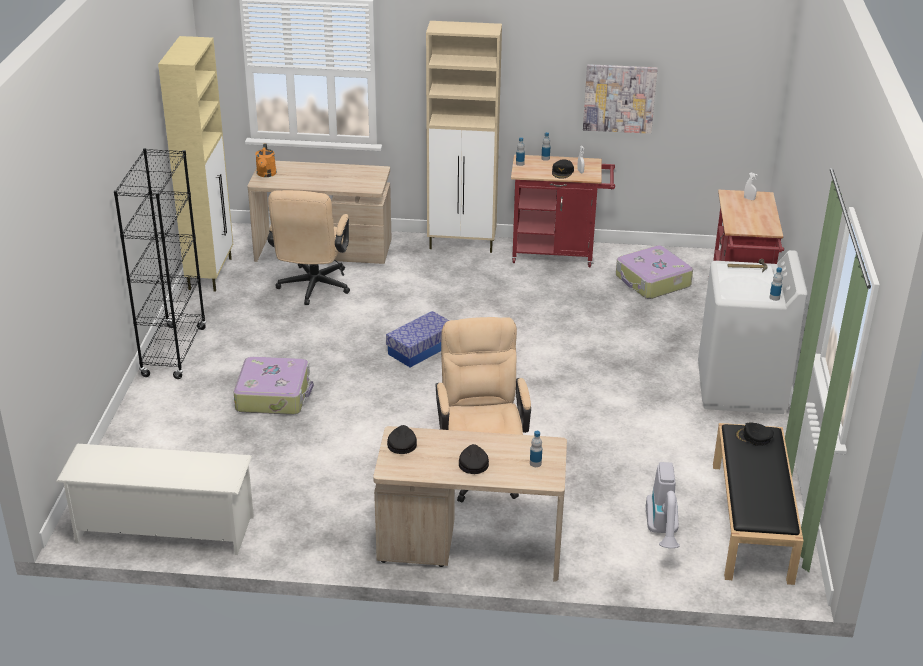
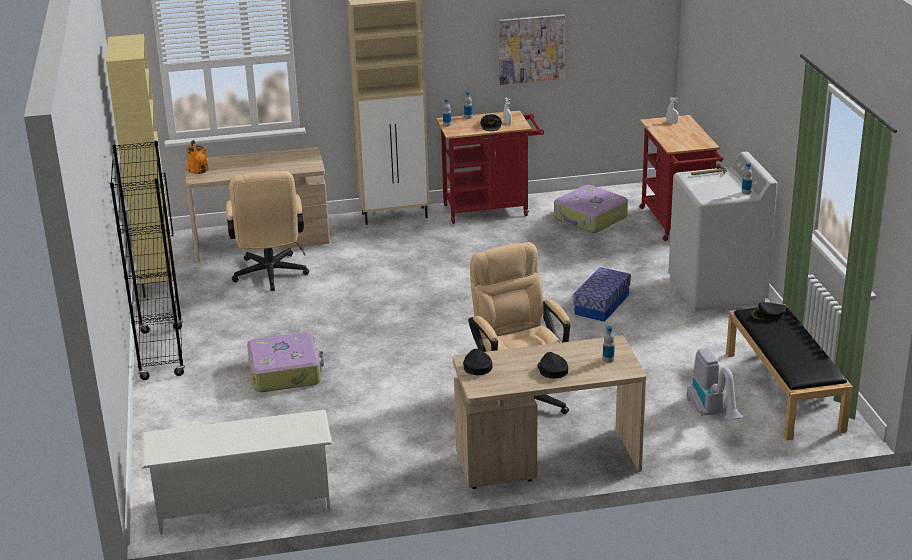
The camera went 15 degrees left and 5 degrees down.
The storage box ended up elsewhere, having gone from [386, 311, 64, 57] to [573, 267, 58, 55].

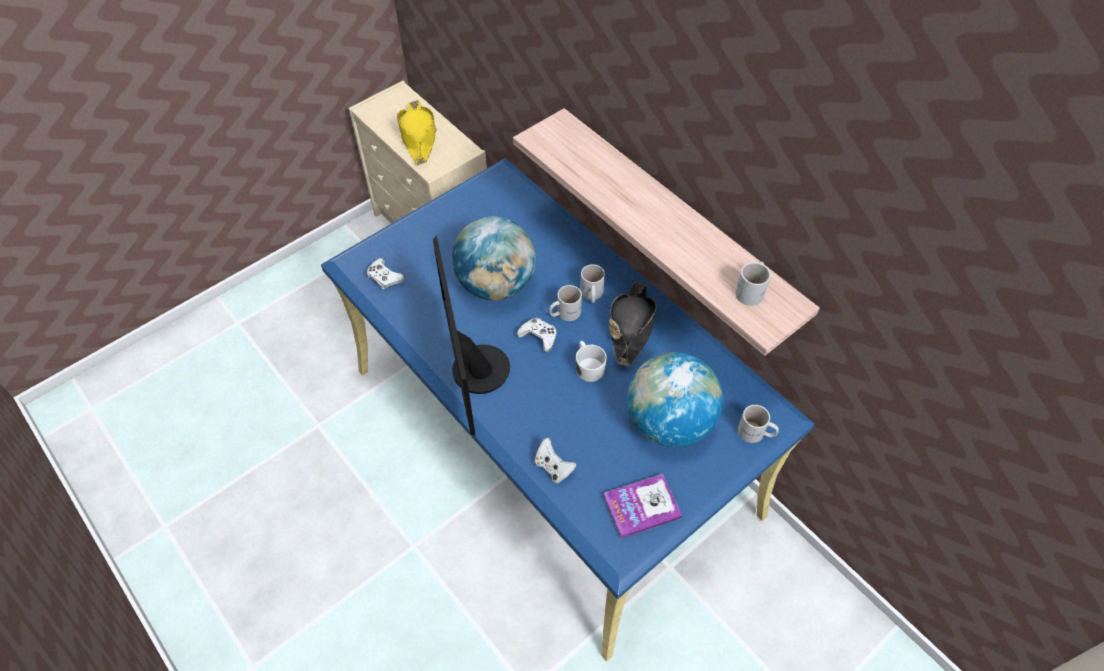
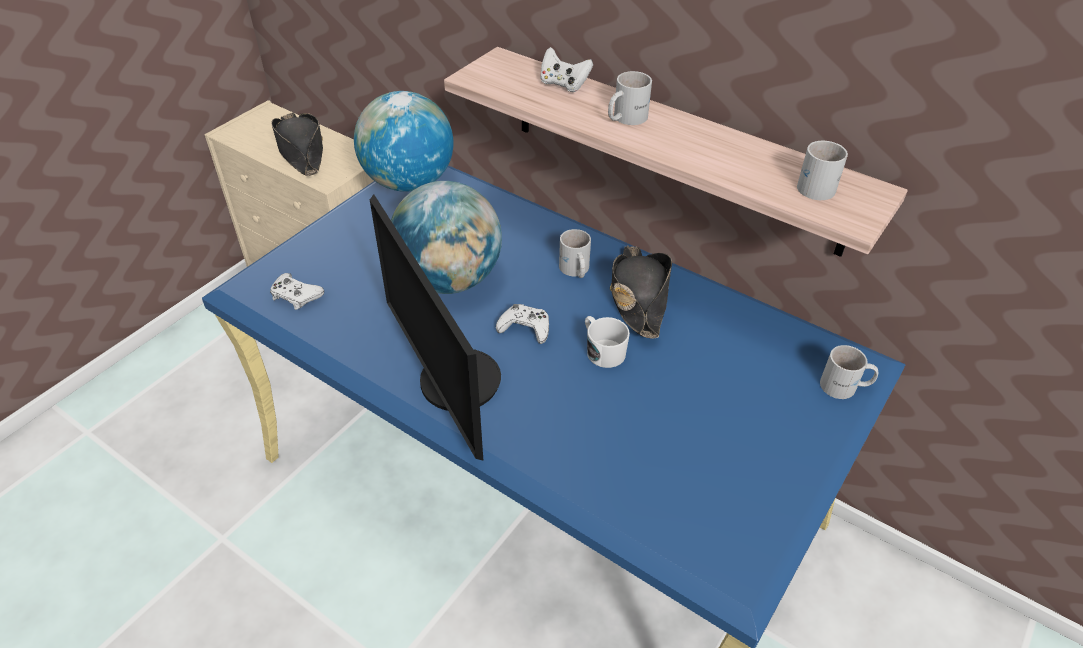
The camera went 15 degrees left and 10 degrees down.
What was the yellow hat at [397, 100, 39, 64] turned into the black hat at [271, 112, 52, 64].
The globe ended up elsewhere, having gone from [627, 352, 96, 95] to [354, 91, 99, 101].
The white game controller ended up elsewhere, having gone from [535, 438, 41, 45] to [540, 47, 53, 45].
The white mug ended up elsewhere, having gone from [549, 285, 33, 36] to [608, 71, 44, 54].
The second view lost the book at [604, 474, 78, 64].

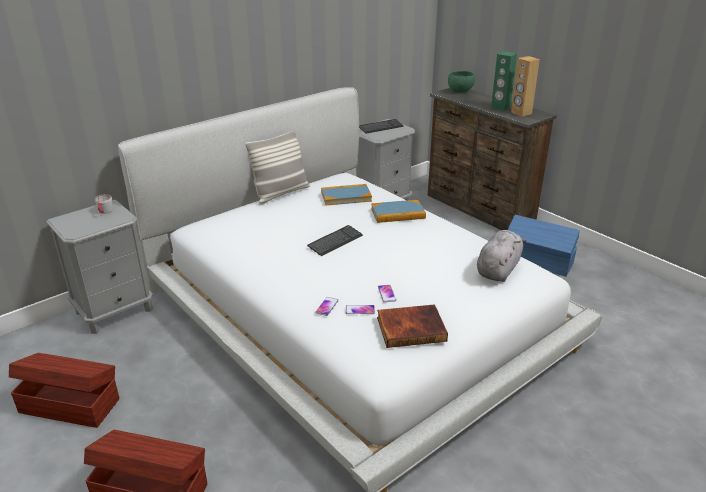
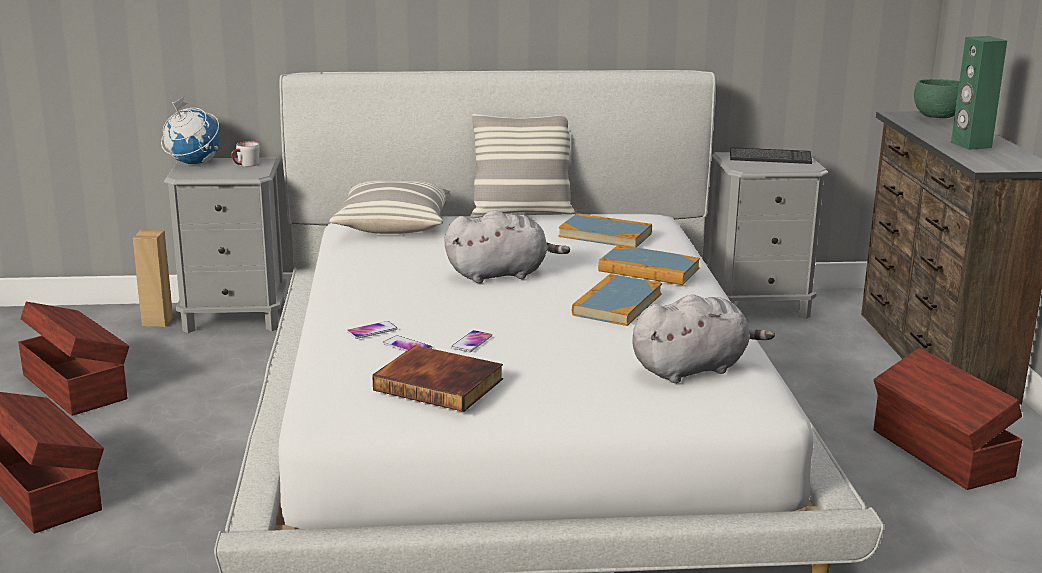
The camera went 35 degrees right and 10 degrees down.
The brown speaker ended up elsewhere, having gone from [511, 56, 29, 61] to [132, 230, 41, 97].
The second view gained the globe at [161, 97, 59, 67].
The second view gained the pillow at [329, 180, 121, 54].
Where the keyboard stood at [307, 225, 56, 31], the grey plush toy came to stand at [444, 210, 126, 73].
The second view gained the book at [572, 274, 90, 52].
What was the blue storage box at [508, 215, 71, 62] turned into the brown storage box at [874, 348, 148, 142].

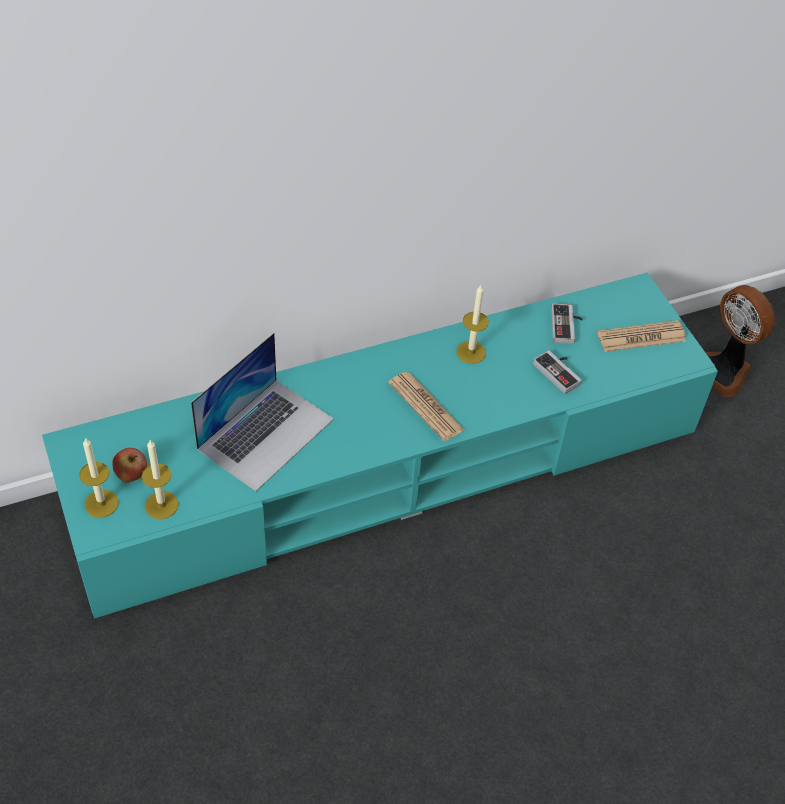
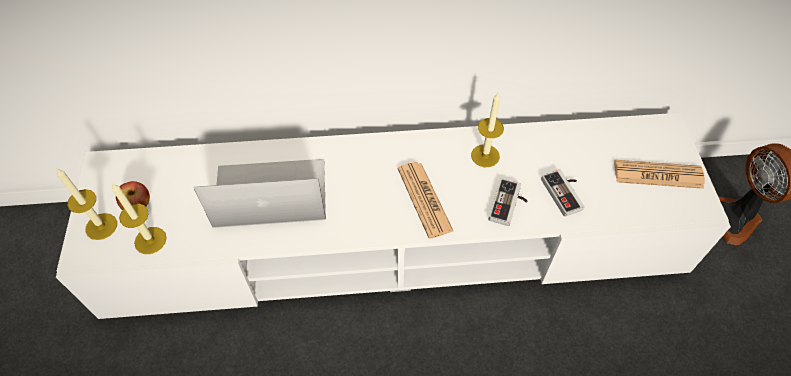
The camera went 20 degrees right and 5 degrees up.
What was the turquoise tv stand at [42, 273, 676, 346] turned into the white tv stand at [56, 113, 675, 206].
The laptop at [191, 333, 143, 158] ended up facing another way, 150 degrees counterclockwise from before.
The game controller ended up elsewhere, having gone from [551, 304, 32, 40] to [489, 178, 39, 48].

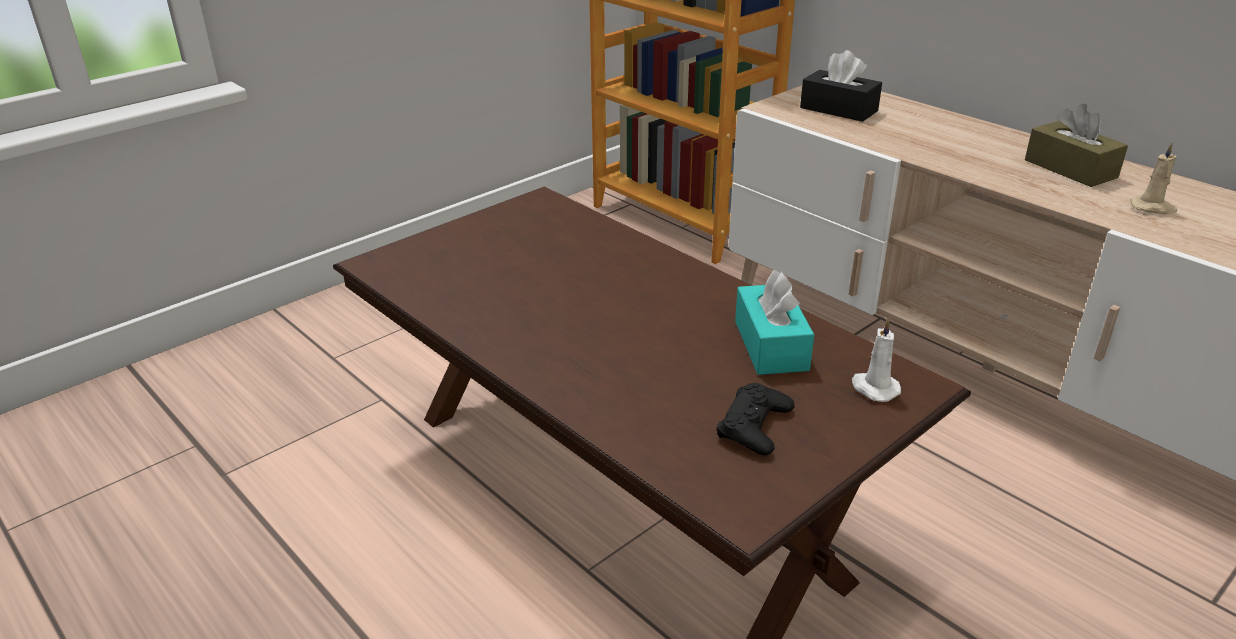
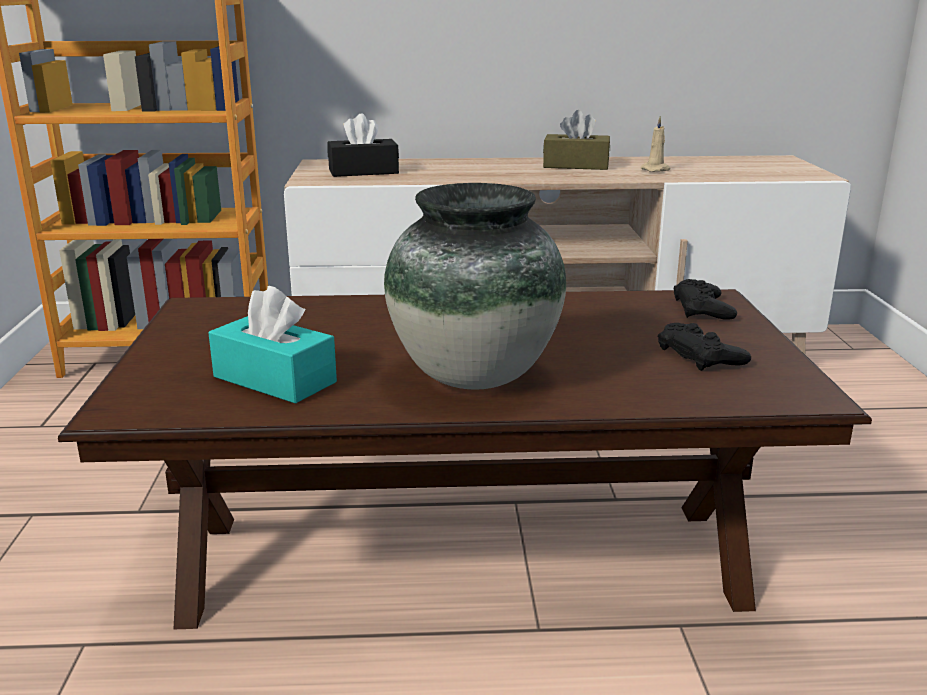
The camera went 50 degrees left and 10 degrees down.
The turquoise tissue box ended up elsewhere, having gone from [735, 270, 79, 105] to [208, 286, 129, 118].
The second view gained the vase at [384, 183, 182, 207].
Where the white candle stood at [852, 318, 49, 84], the black game controller came to stand at [674, 279, 63, 41].

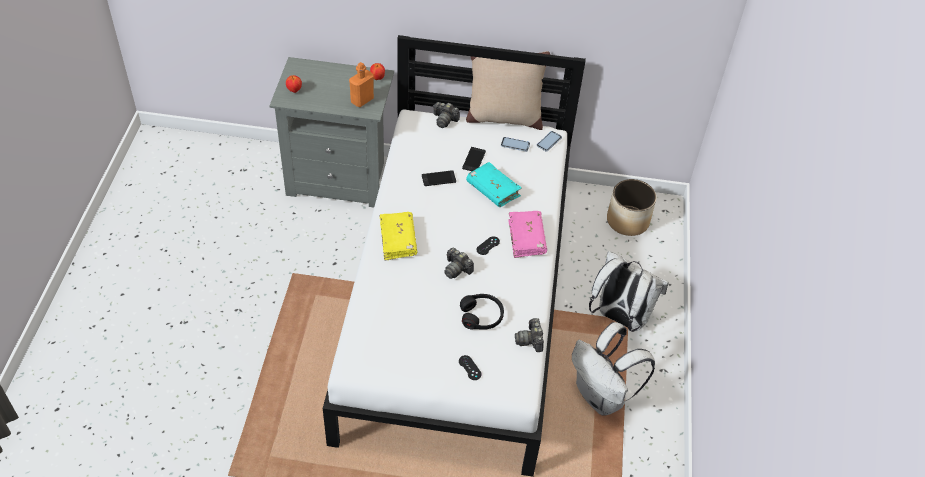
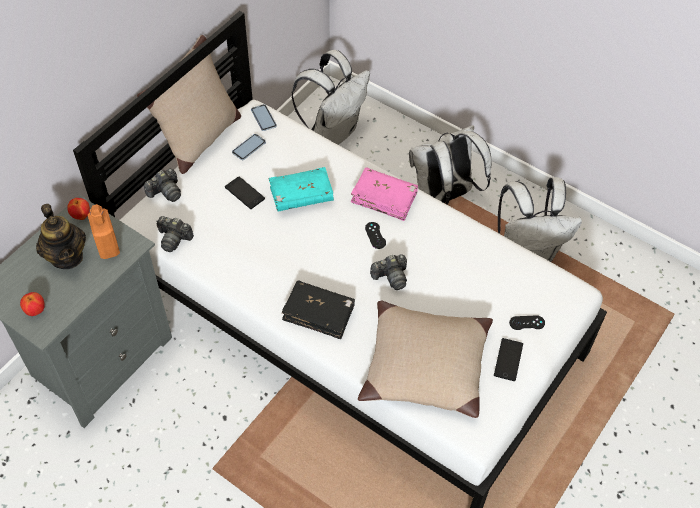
The camera went 60 degrees left and 5 degrees up.
The second view gained the teapot at [36, 204, 50, 65].
The photo camera ended up elsewhere, having gone from [515, 318, 29, 34] to [157, 216, 37, 36].
What was the yellow book at [379, 212, 38, 49] turned into the black book at [282, 280, 73, 59].
Where the planter stood at [607, 179, 49, 57], the white backpack came to stand at [291, 50, 79, 95].
The second view gained the beige pillow at [358, 301, 135, 117].
The phone ended up elsewhere, having gone from [422, 170, 34, 16] to [494, 338, 29, 43].
The second view lost the black headphones at [460, 294, 44, 36].

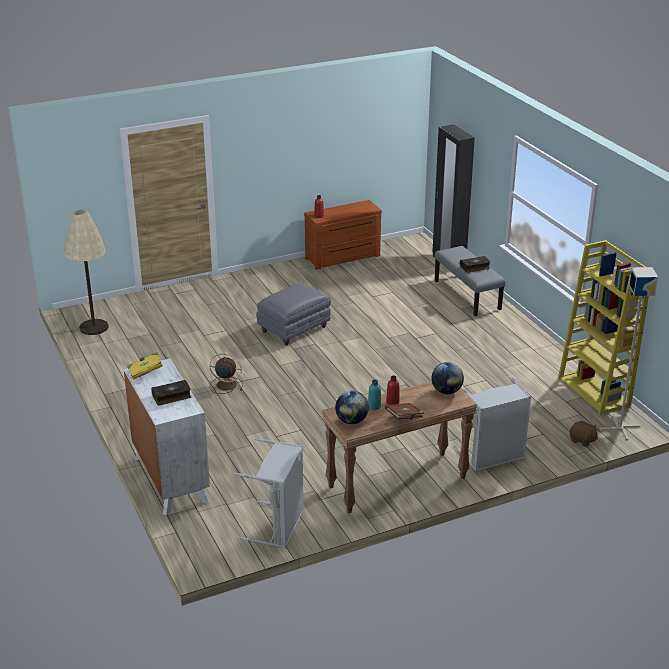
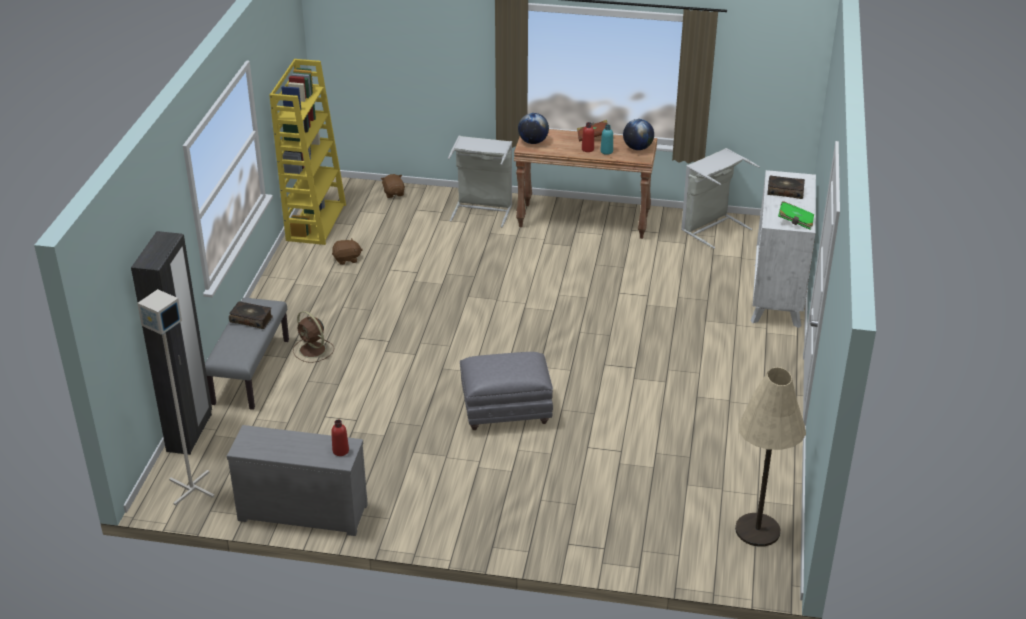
The camera went 145 degrees left and 5 degrees up.
The grey floor lamp ended up elsewhere, having gone from [600, 267, 58, 173] to [137, 289, 77, 217].
What was the brown dresser at [304, 200, 78, 70] turned into the grey dresser at [227, 425, 141, 111].
The brown fan ended up elsewhere, having gone from [210, 353, 33, 41] to [293, 311, 41, 52].
The second view gained the brown plush toy at [332, 238, 31, 27].
What was the yellow book at [127, 352, 36, 28] turned into the green book at [778, 201, 36, 29].

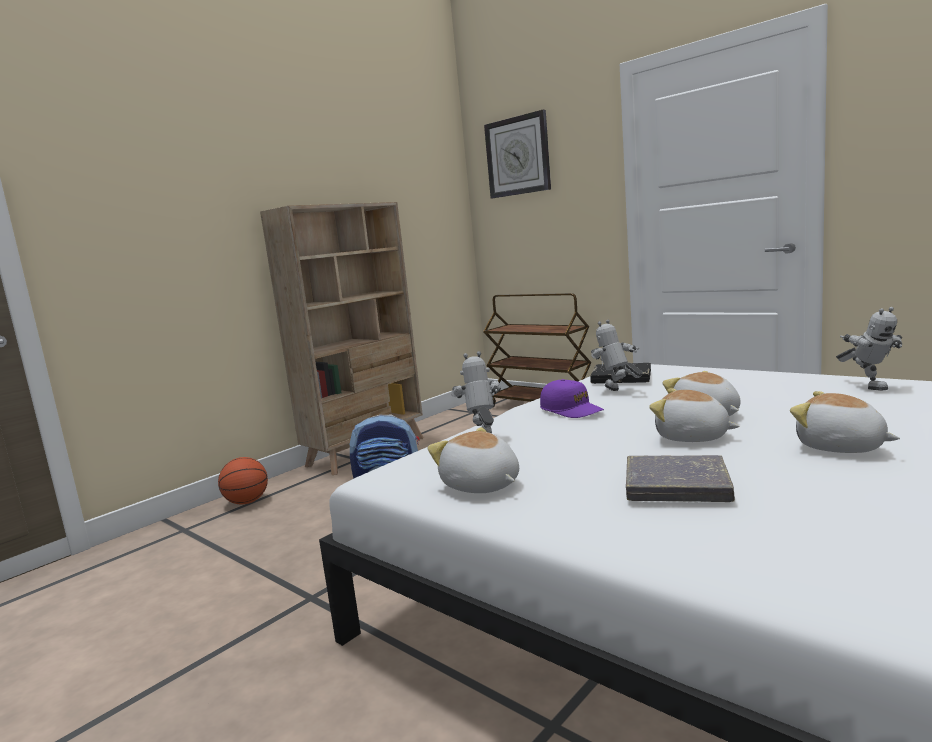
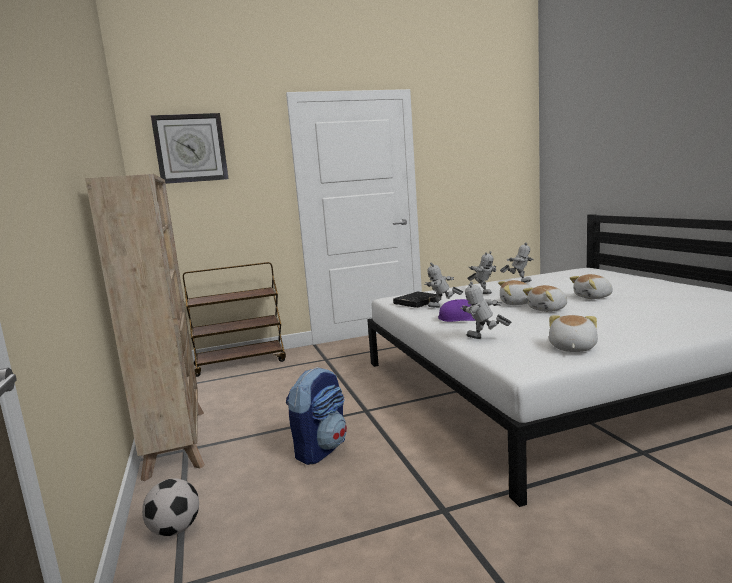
The camera went 60 degrees left and 0 degrees up.
Where the basketball stood at [218, 457, 50, 47], the football came to stand at [142, 478, 57, 58].
The second view gained the toy robot at [467, 251, 29, 43].
The plush toy at [427, 427, 92, 66] ended up facing another way, 120 degrees clockwise from before.
The second view lost the grey book at [626, 455, 109, 47].

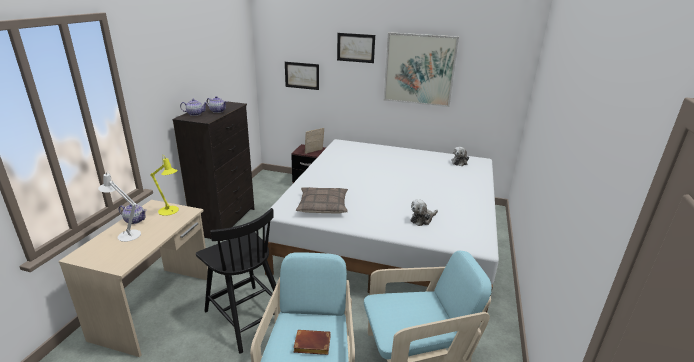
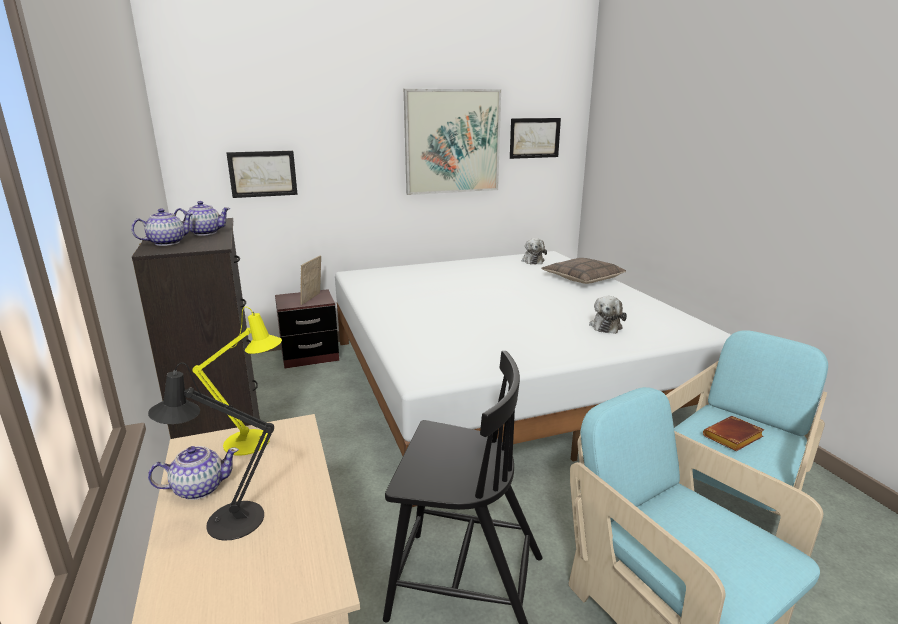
The camera went 35 degrees left and 5 degrees down.
What was the white table lamp at [98, 171, 43, 71] turned into the black table lamp at [148, 363, 126, 178].
The picture ended up elsewhere, having gone from [337, 33, 38, 30] to [510, 118, 51, 41].
The pillow ended up elsewhere, having gone from [296, 187, 52, 27] to [541, 258, 85, 26].
The brown book ended up elsewhere, having gone from [293, 330, 38, 25] to [703, 416, 62, 35].

